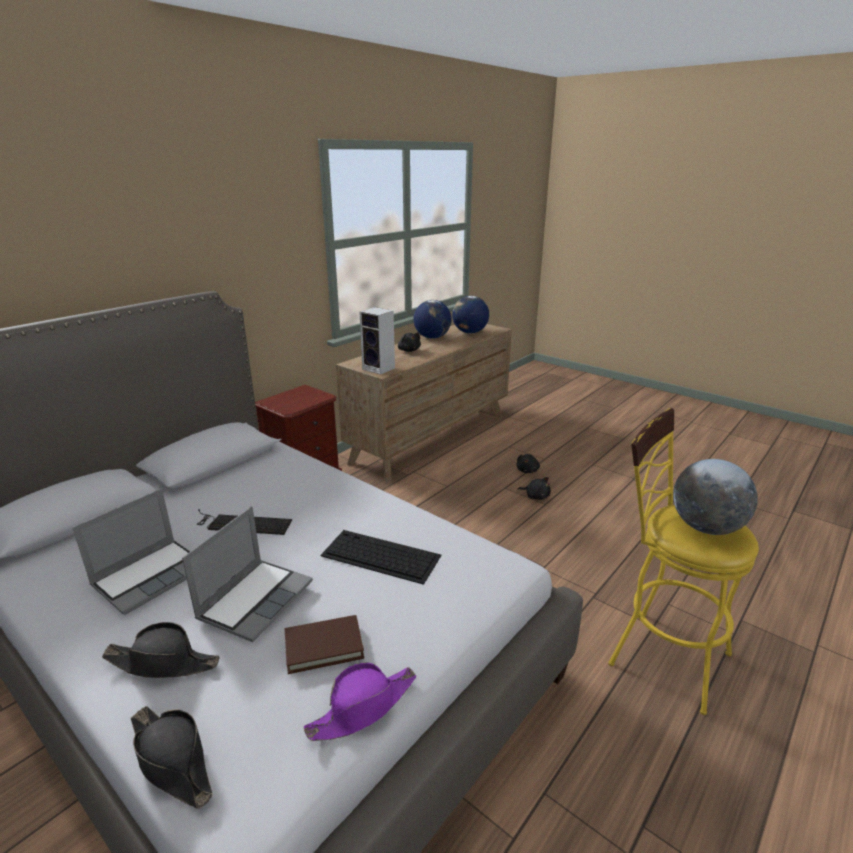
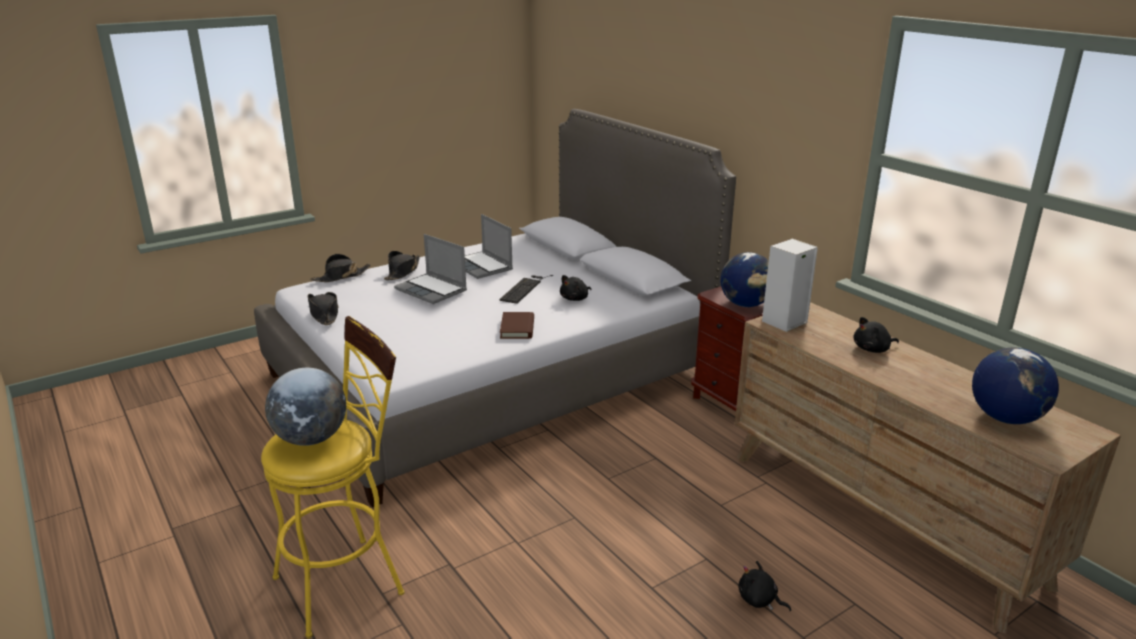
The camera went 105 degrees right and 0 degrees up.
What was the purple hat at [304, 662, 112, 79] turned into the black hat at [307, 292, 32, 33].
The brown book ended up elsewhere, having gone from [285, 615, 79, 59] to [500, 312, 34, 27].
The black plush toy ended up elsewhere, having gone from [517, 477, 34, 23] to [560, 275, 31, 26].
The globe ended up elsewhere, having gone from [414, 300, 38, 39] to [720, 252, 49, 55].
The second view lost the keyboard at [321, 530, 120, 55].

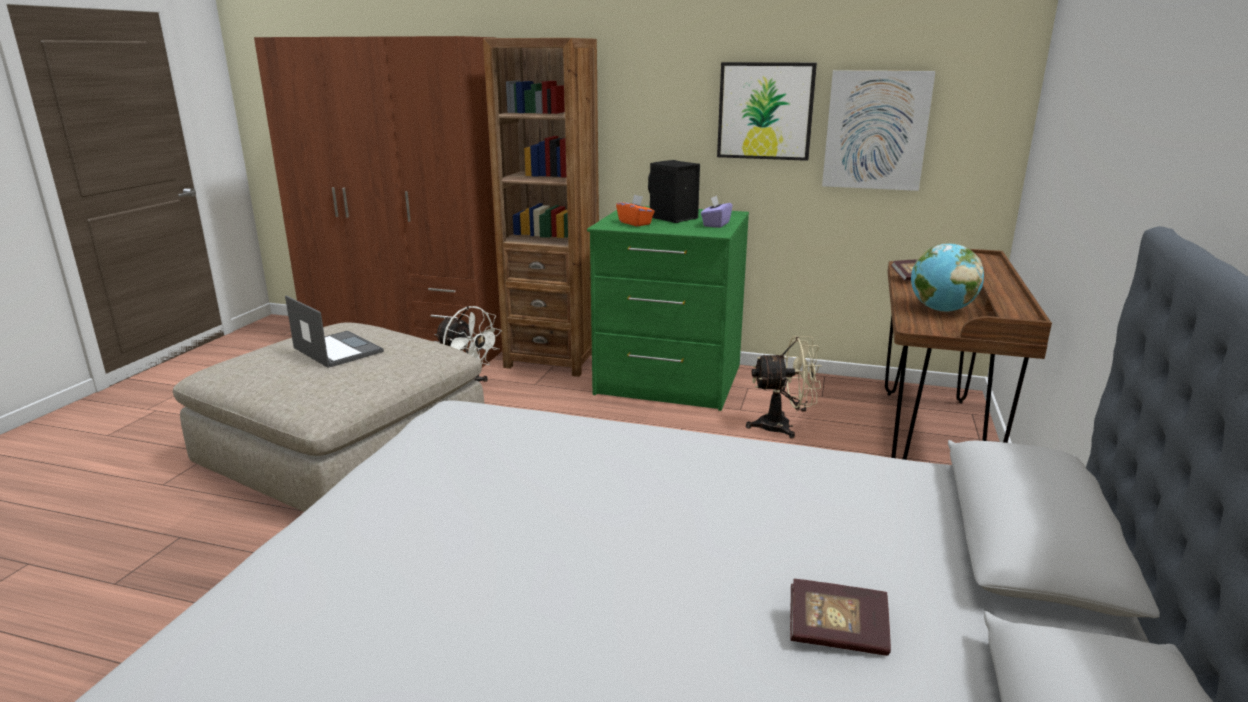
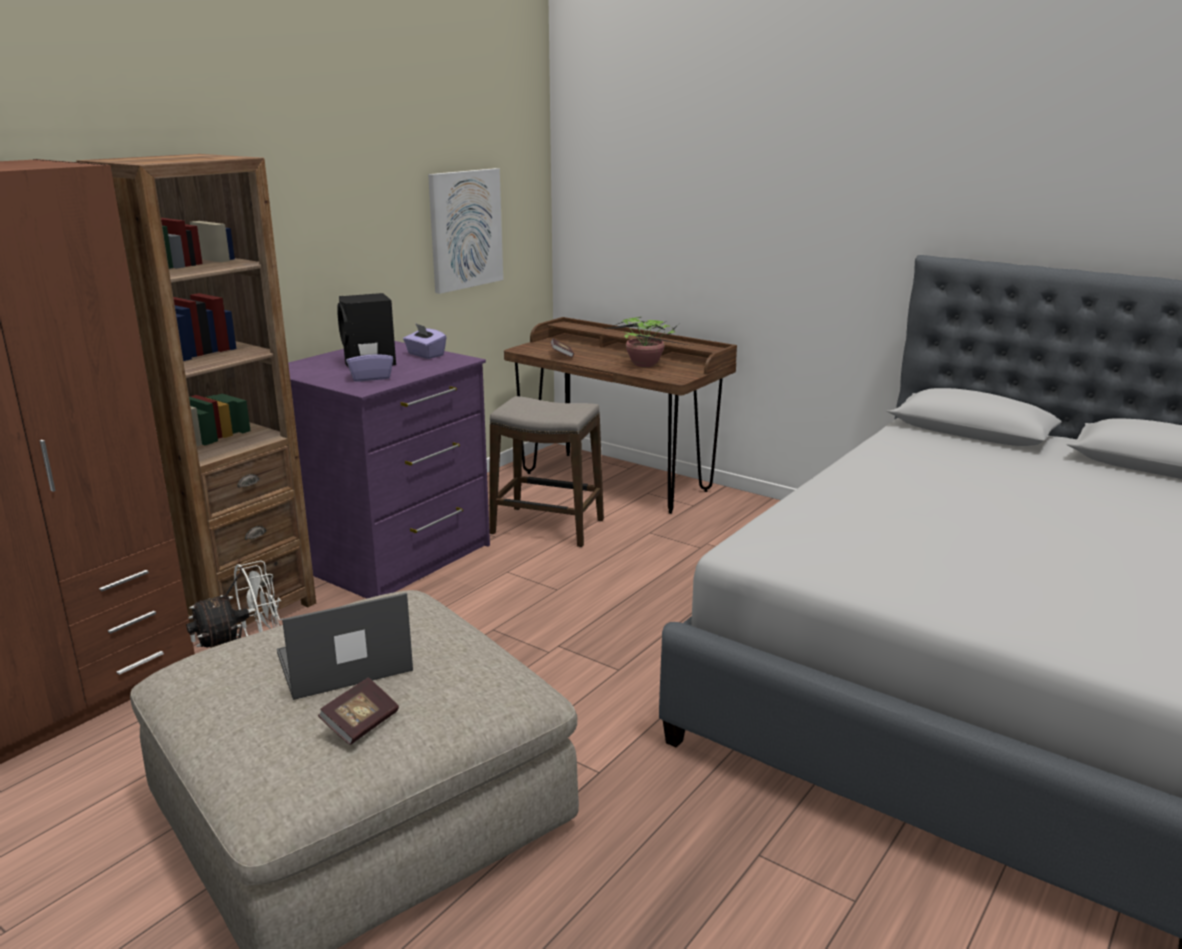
The camera went 70 degrees left and 0 degrees up.
What was the green dresser at [587, 206, 162, 205] turned into the purple dresser at [288, 341, 202, 258].
The book ended up elsewhere, having gone from [790, 579, 101, 77] to [318, 677, 81, 68].
What was the orange tissue box at [616, 194, 39, 32] turned into the purple tissue box at [346, 343, 47, 39].
Where the beige fan stood at [746, 336, 76, 103], the stool came to stand at [489, 396, 115, 151].
Where the globe stood at [911, 243, 73, 69], the potted plant came to stand at [606, 317, 86, 50].
The second view lost the picture at [717, 62, 100, 99].

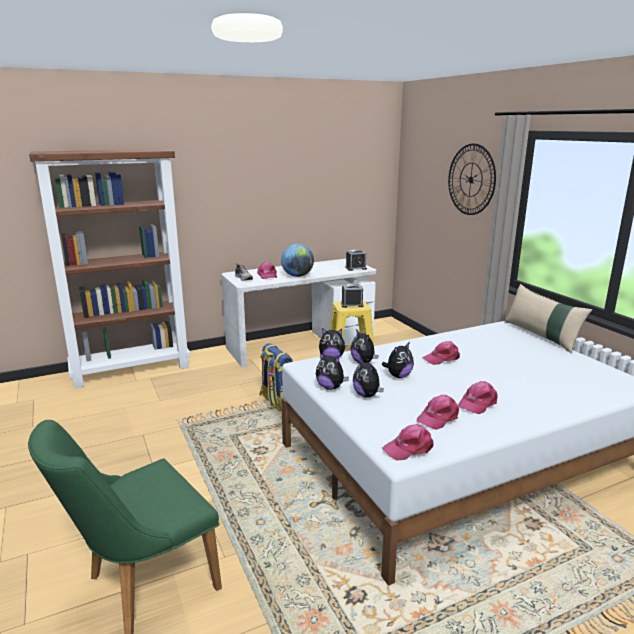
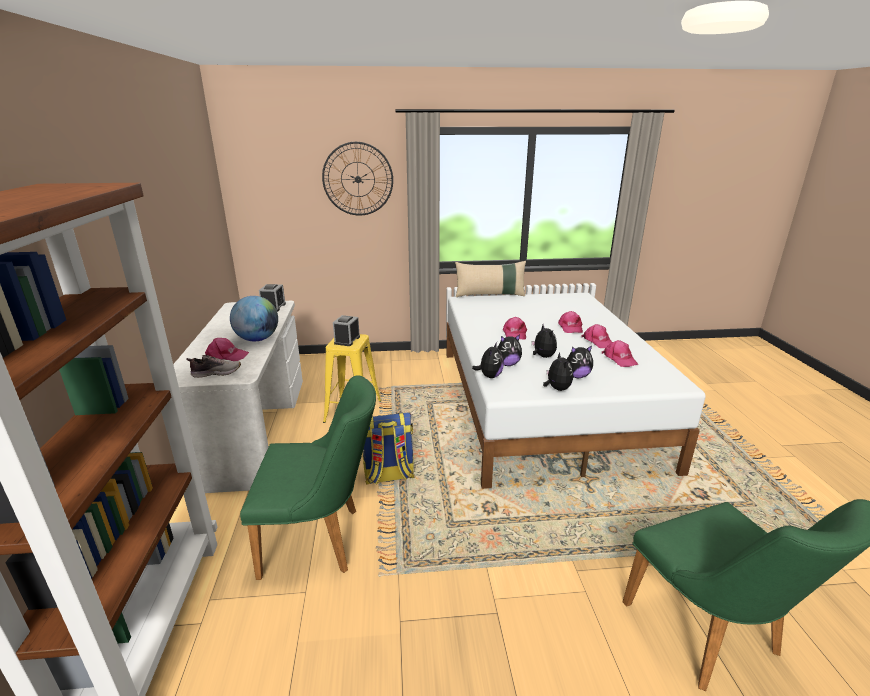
The camera went 70 degrees left and 5 degrees up.
The second view gained the green chair at [240, 375, 136, 205].
The plush toy at [316, 353, 33, 37] ended up facing another way, 60 degrees counterclockwise from before.
The pink cap ended up elsewhere, having gone from [382, 424, 52, 36] to [558, 311, 25, 22].

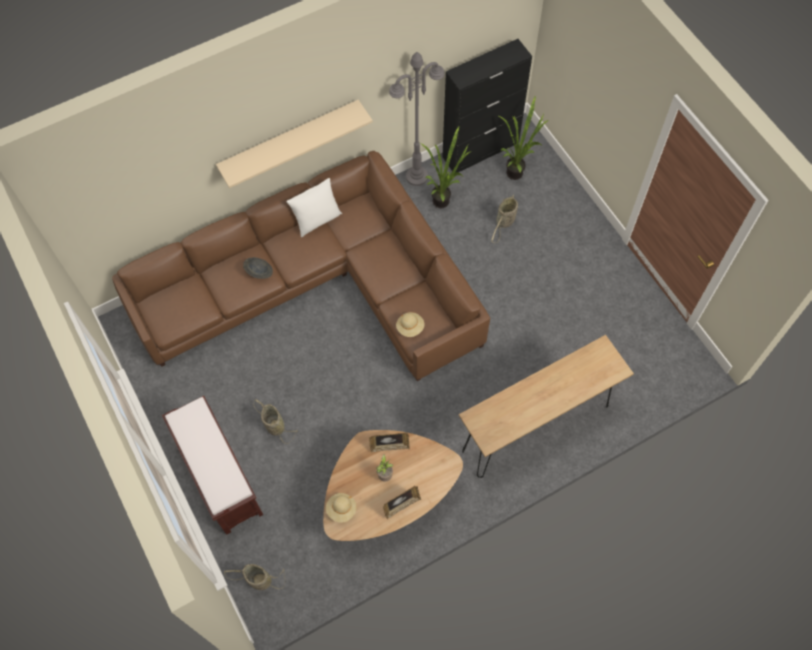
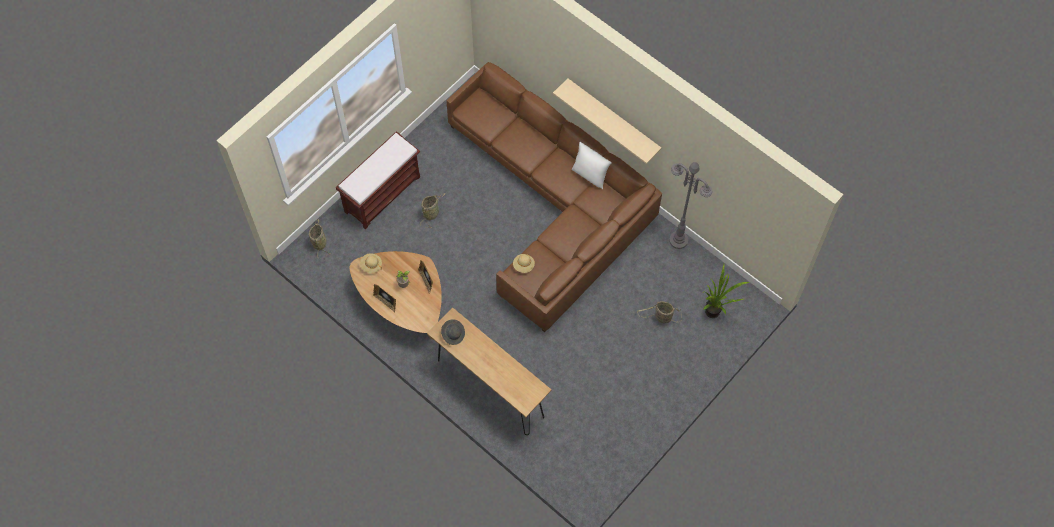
The camera went 70 degrees right and 0 degrees up.
The grey hat ended up elsewhere, having gone from [243, 257, 30, 22] to [441, 320, 24, 25].
The second view lost the potted plant at [420, 125, 52, 83].
The second view lost the black cabinet at [442, 39, 90, 133].

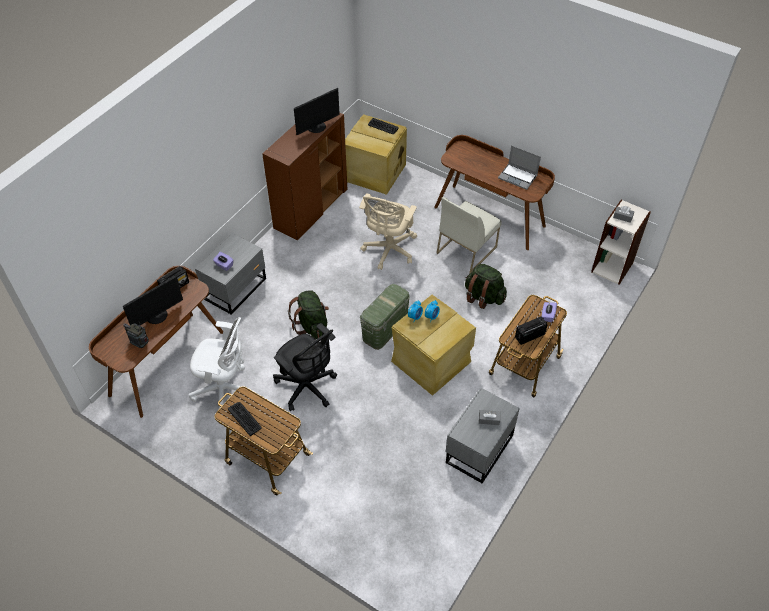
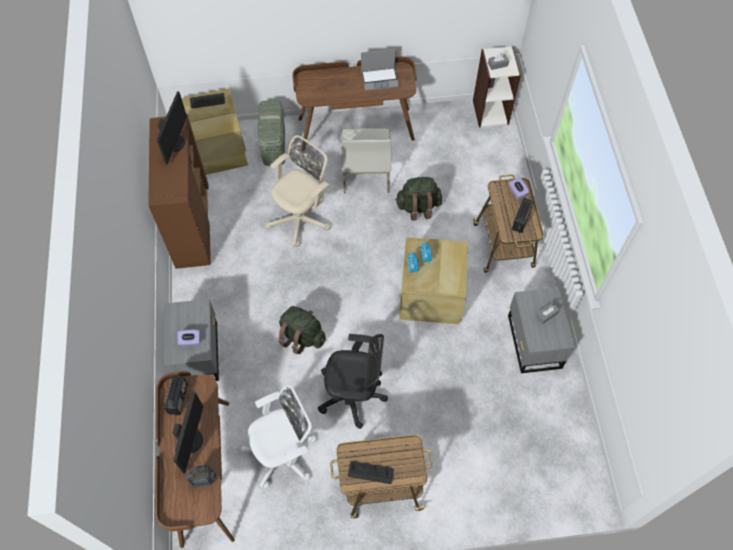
The camera went 40 degrees left and 10 degrees up.
The green storage box ended up elsewhere, having gone from [360, 284, 50, 66] to [257, 100, 28, 66].
The beige office chair at [359, 193, 58, 77] ended up facing another way, 120 degrees counterclockwise from before.

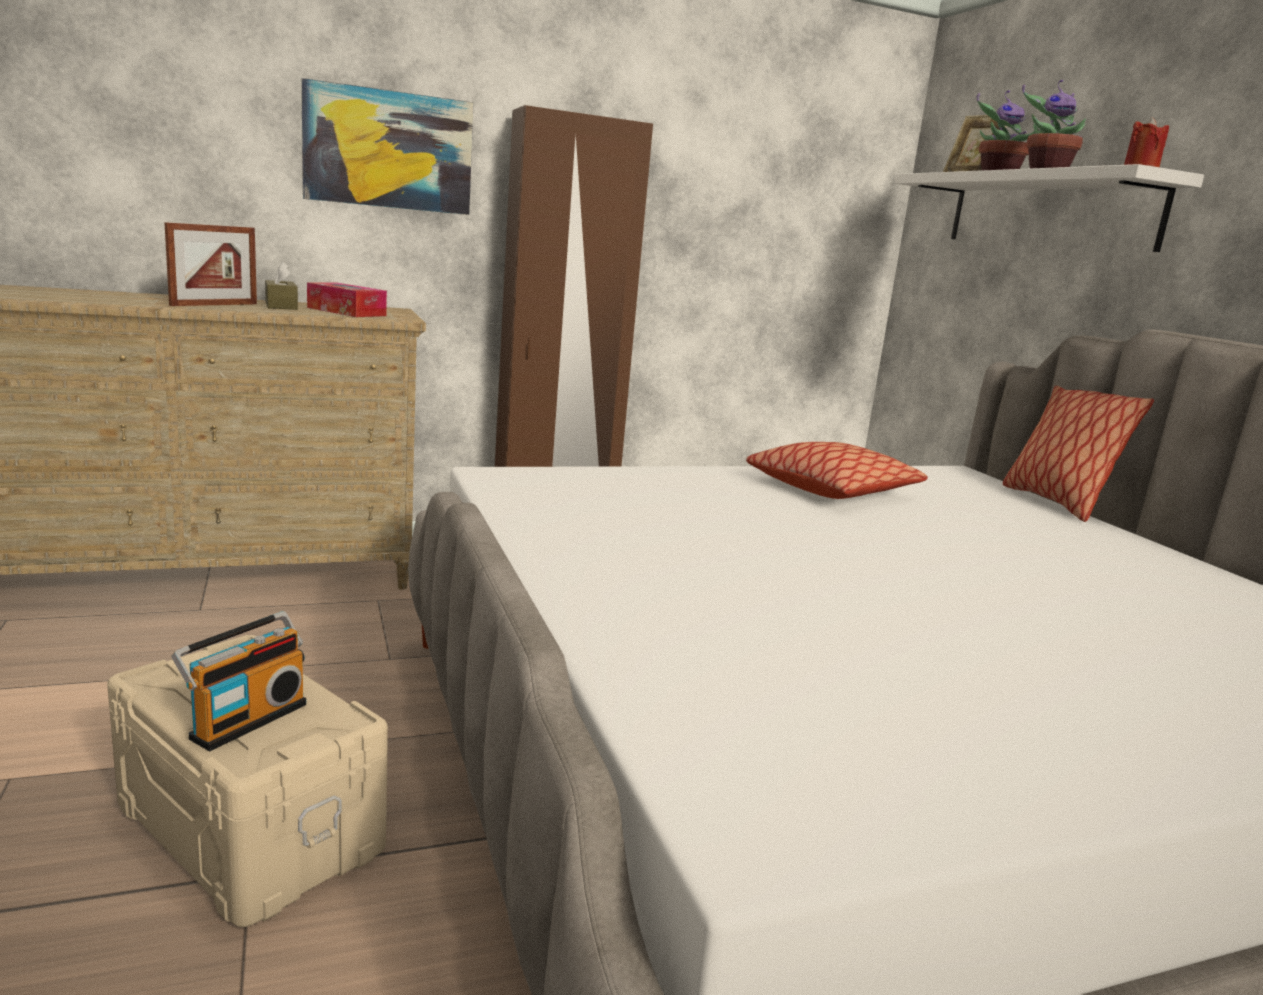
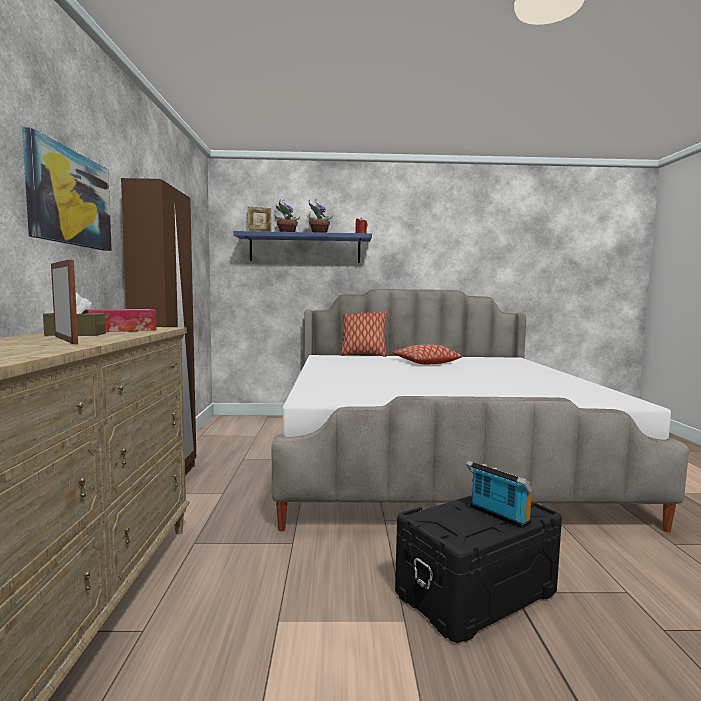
The camera went 70 degrees left and 10 degrees down.
What was the white shelf at [895, 164, 309, 88] turned into the blue shelf at [234, 231, 138, 32].
The pillow ended up elsewhere, having gone from [746, 442, 182, 57] to [392, 344, 71, 20].
What was the beige storage box at [107, 635, 281, 292] turned into the black storage box at [395, 495, 167, 148].

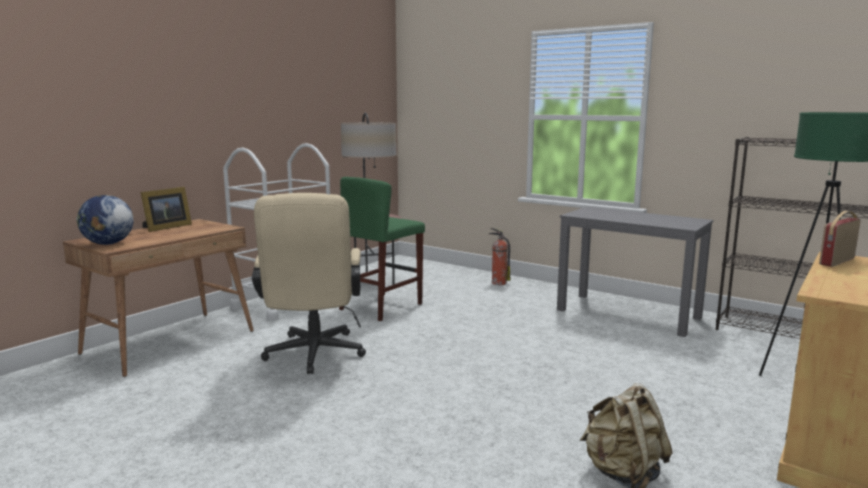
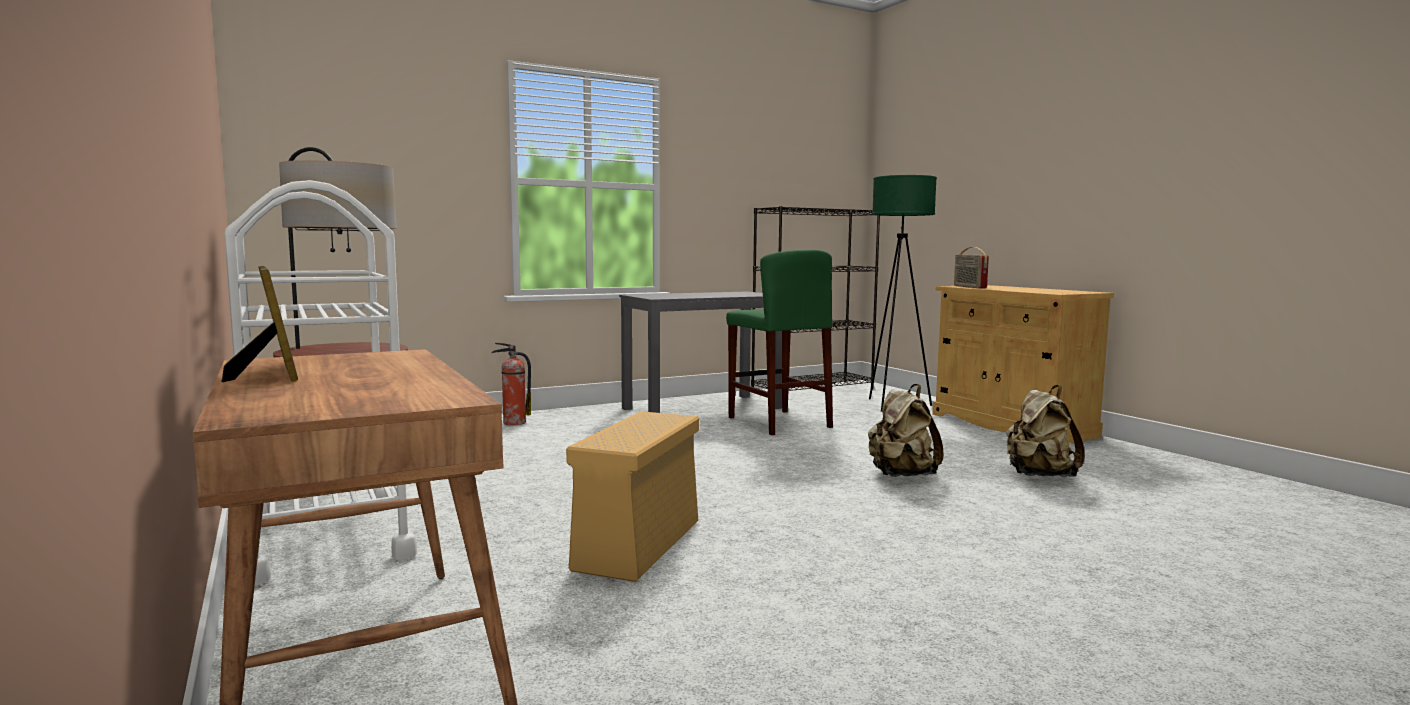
The camera went 65 degrees left and 5 degrees down.
Where the beige office chair stood at [252, 193, 114, 181], the beige storage box came to stand at [566, 411, 133, 171].
The green stool ended up elsewhere, having gone from [339, 177, 86, 144] to [726, 250, 107, 185].
The second view gained the beige backpack at [868, 384, 75, 93].
The second view lost the globe at [76, 195, 57, 50].

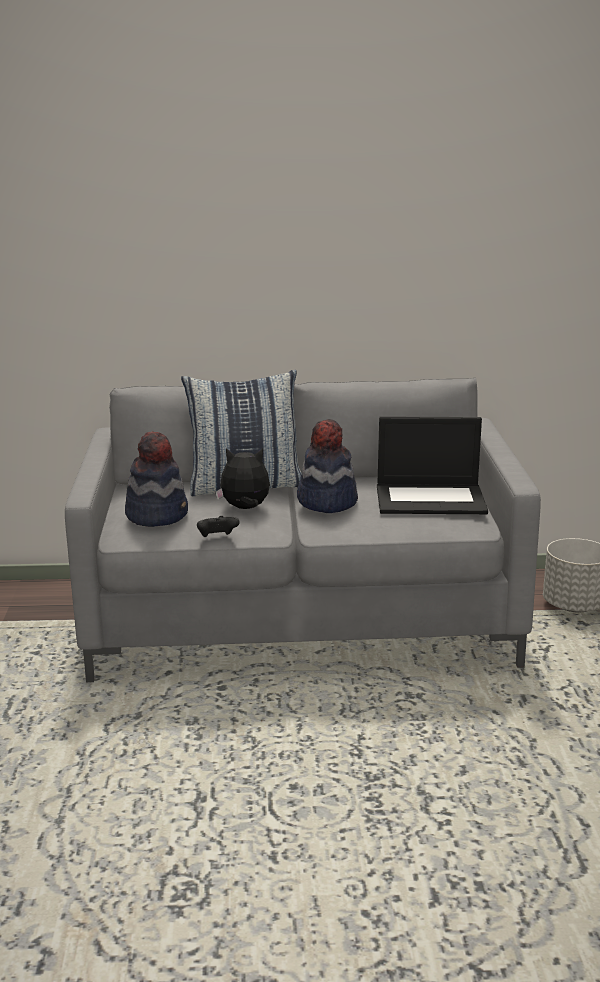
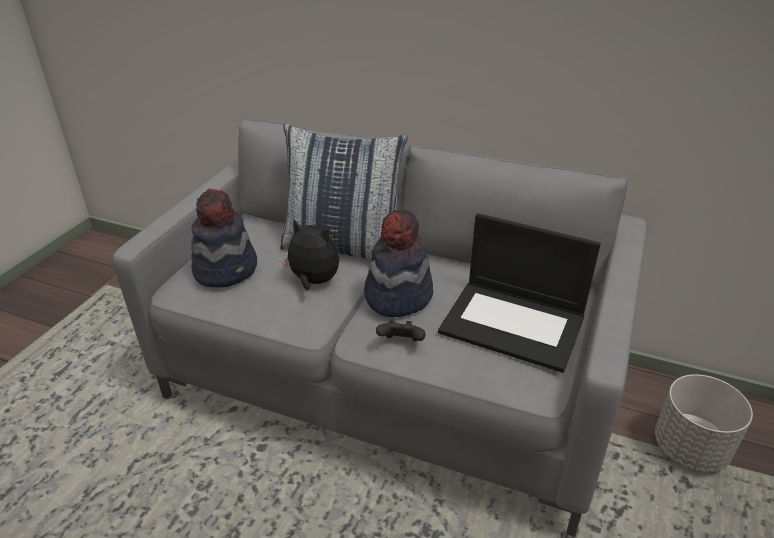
The camera went 25 degrees right and 15 degrees up.
The black game controller ended up elsewhere, having gone from [197, 516, 42, 21] to [376, 321, 50, 20].

